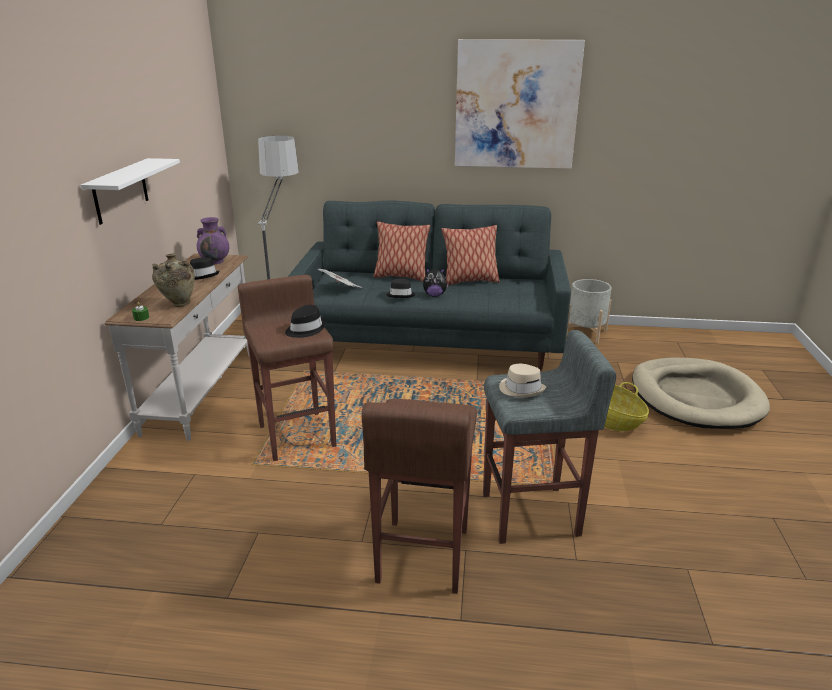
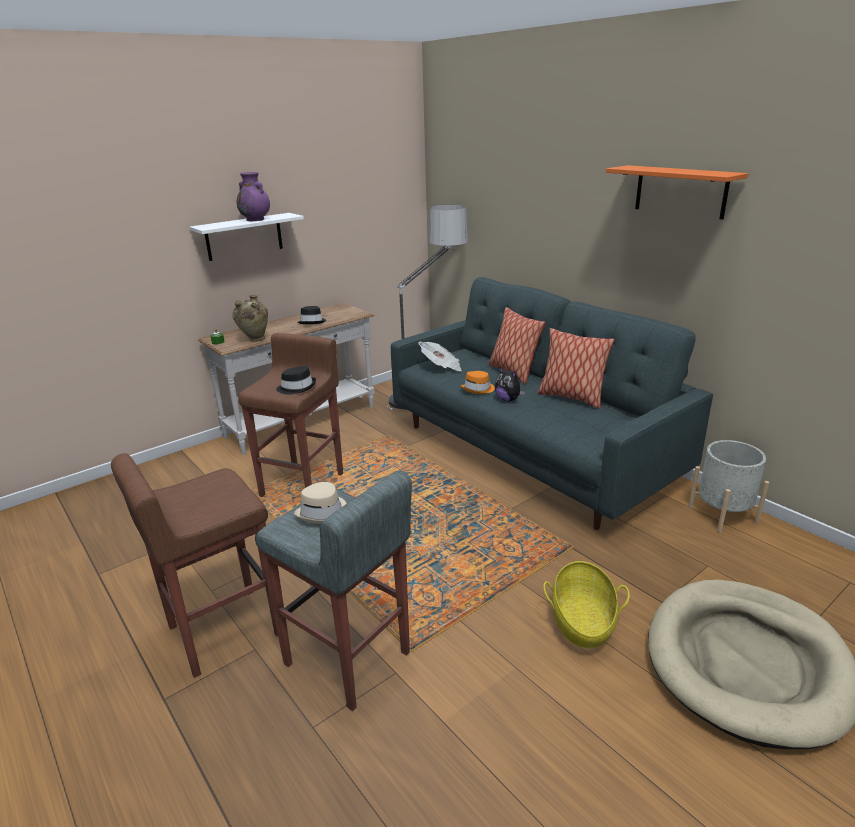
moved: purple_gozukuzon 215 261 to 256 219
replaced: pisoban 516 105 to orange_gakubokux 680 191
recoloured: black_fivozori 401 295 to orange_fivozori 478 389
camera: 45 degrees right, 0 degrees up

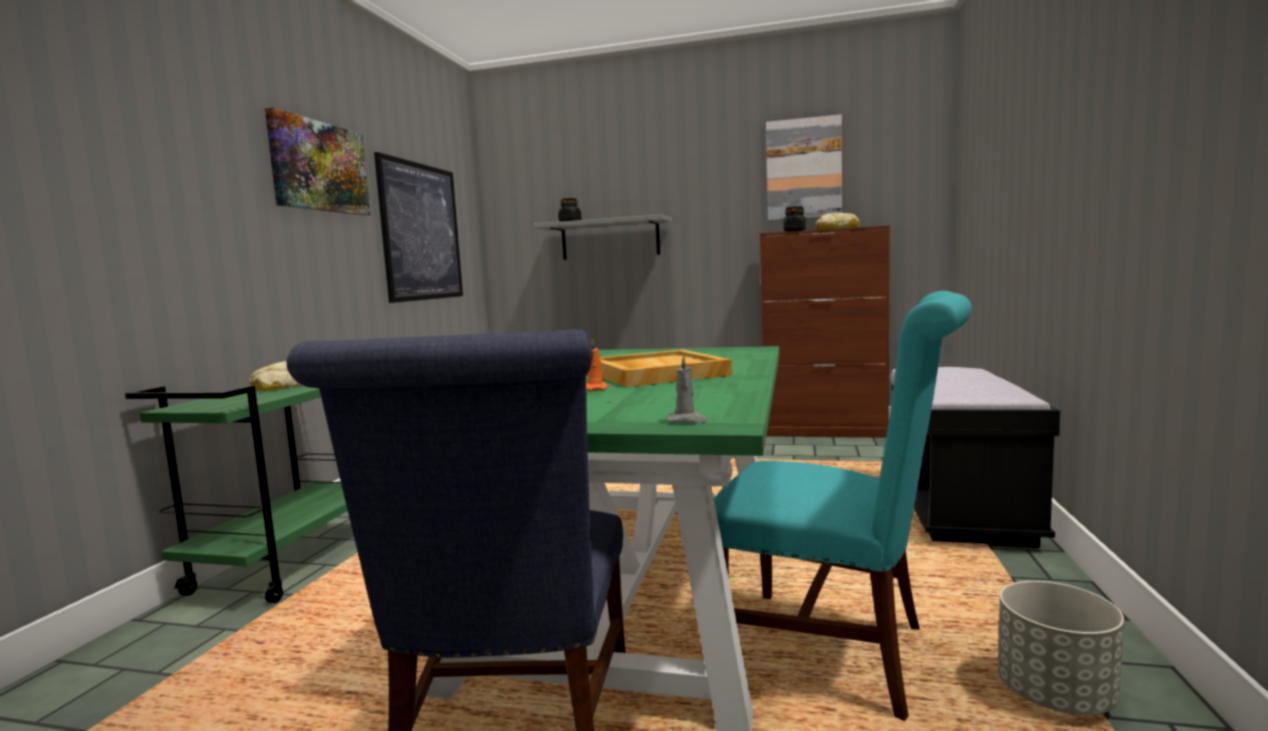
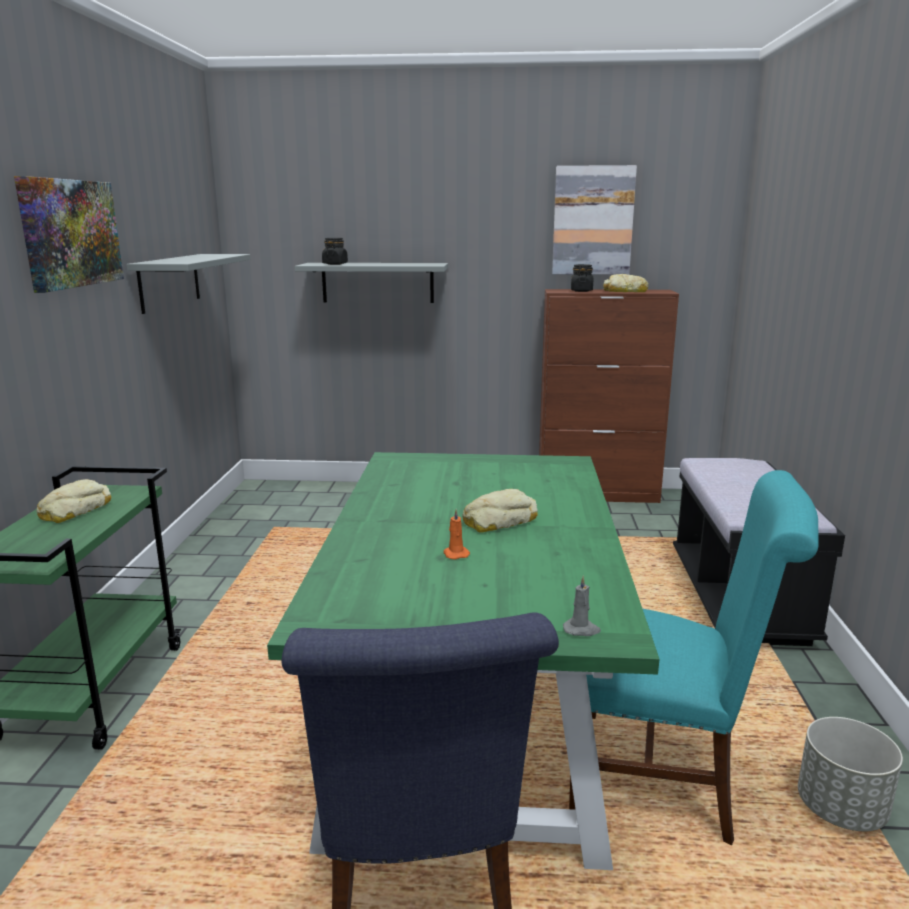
replaced: pisoban 421 232 to grey_gakubokux 169 282; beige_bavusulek 656 373 to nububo 499 520
camera: 10 degrees left, 10 degrees up

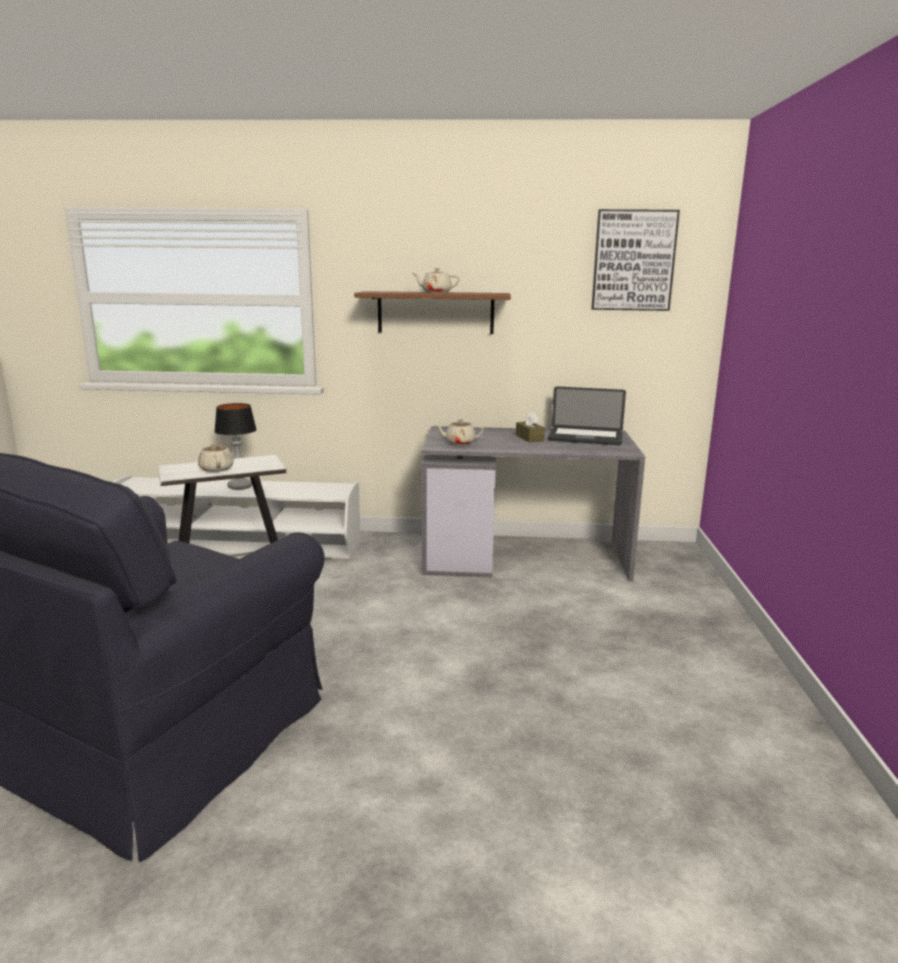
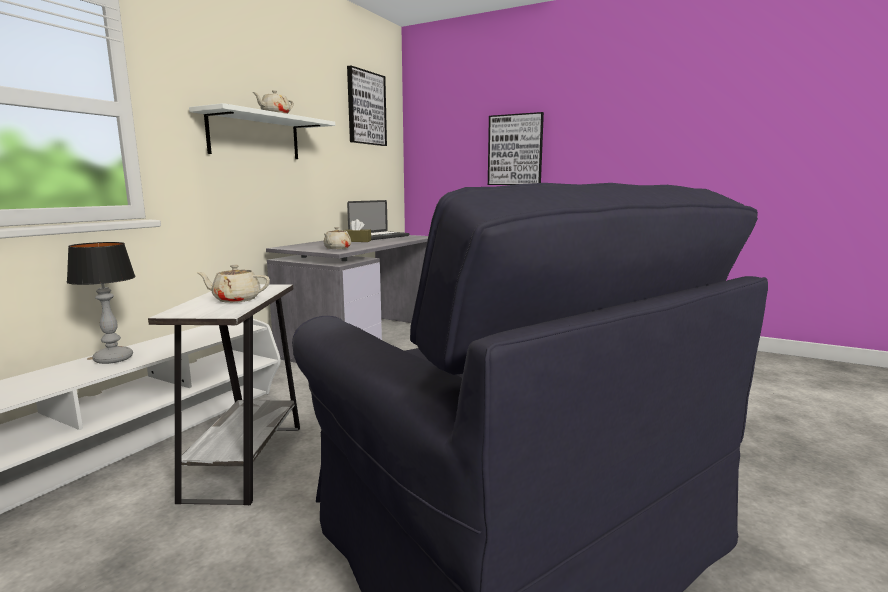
added: pisoban 515 150
recoloured: brown_gakubokux 435 312 to white_gakubokux 255 136
camera: 65 degrees left, 5 degrees down

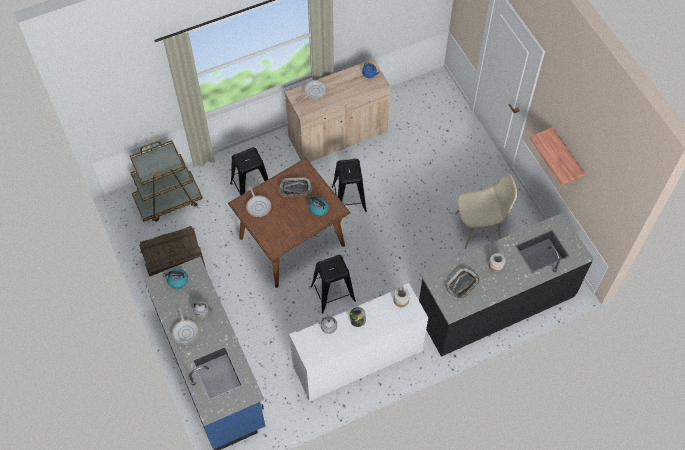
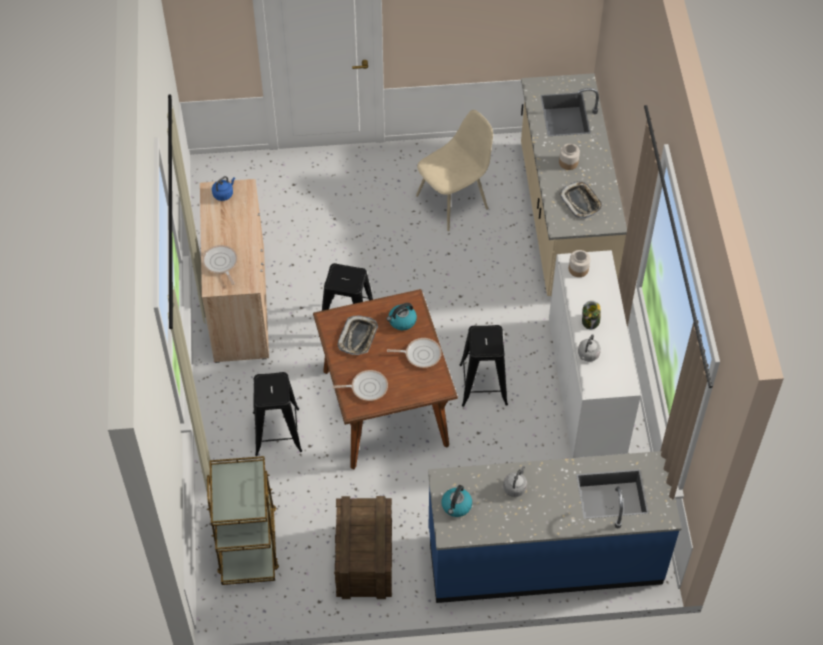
removed: gakubokux 566 156
moved: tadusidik 186 331 to 420 354
recoloured: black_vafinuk 495 303 to beige_vafinuk 563 222
turned: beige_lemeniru 479 228 = 453 201 45 degrees clockwise
camera: 70 degrees left, 5 degrees down

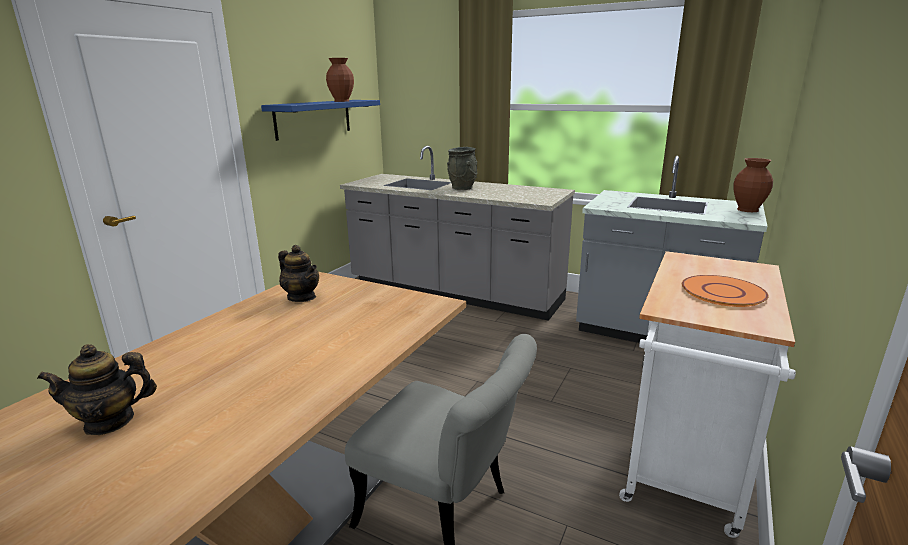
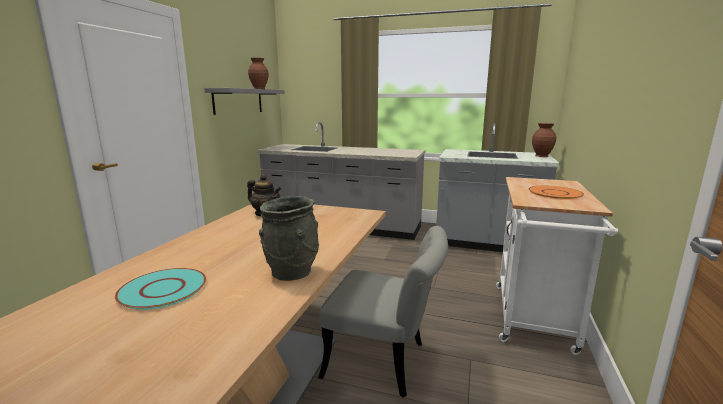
moved: grey_gozukuzon 462 188 to 292 272
replaced: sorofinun 110 421 to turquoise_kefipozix 163 289
recoloured: blue_gakubokux 313 118 to grey_gakubokux 238 101
camera: 10 degrees left, 5 degrees down

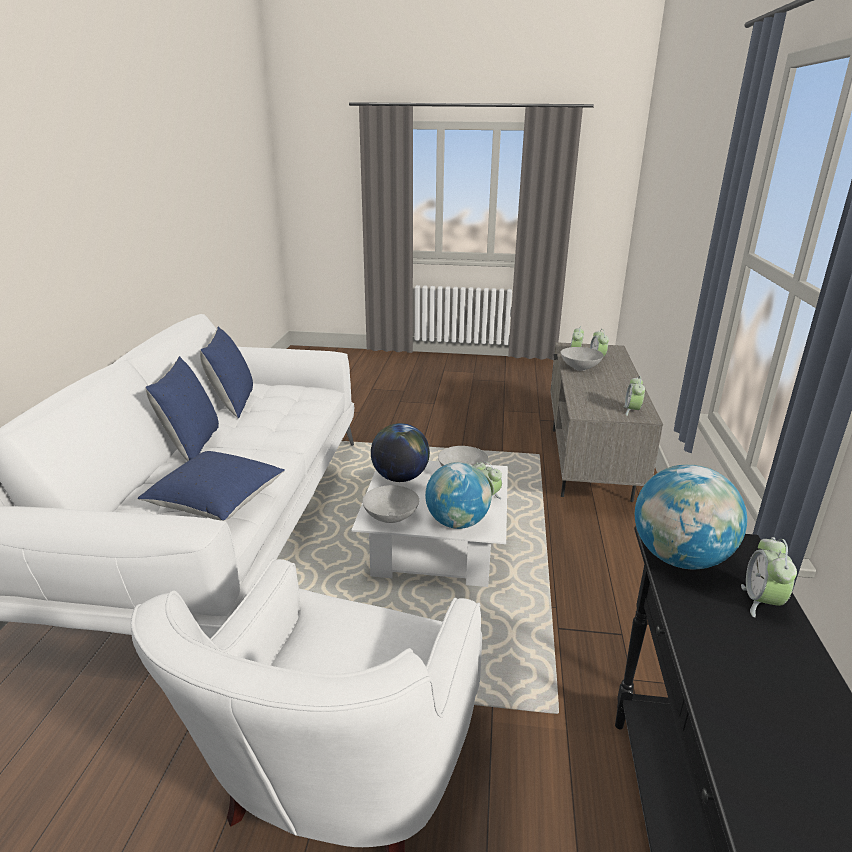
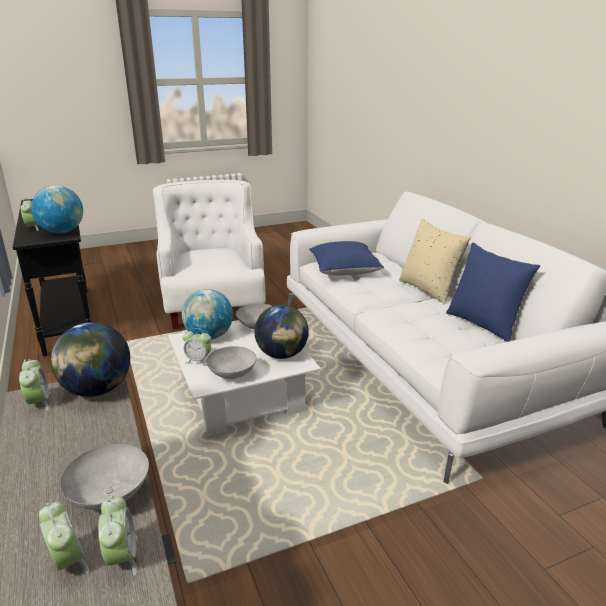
added: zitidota 97 390
recoloured: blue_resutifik 191 445 to beige_resutifik 429 289
camera: 150 degrees right, 0 degrees up

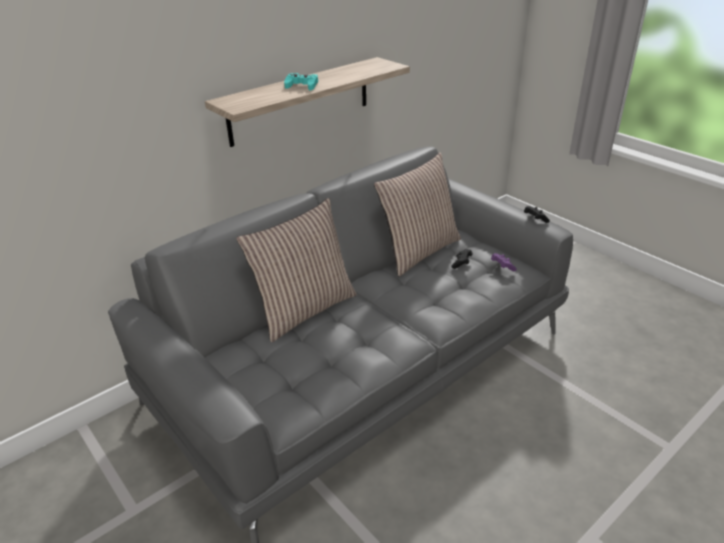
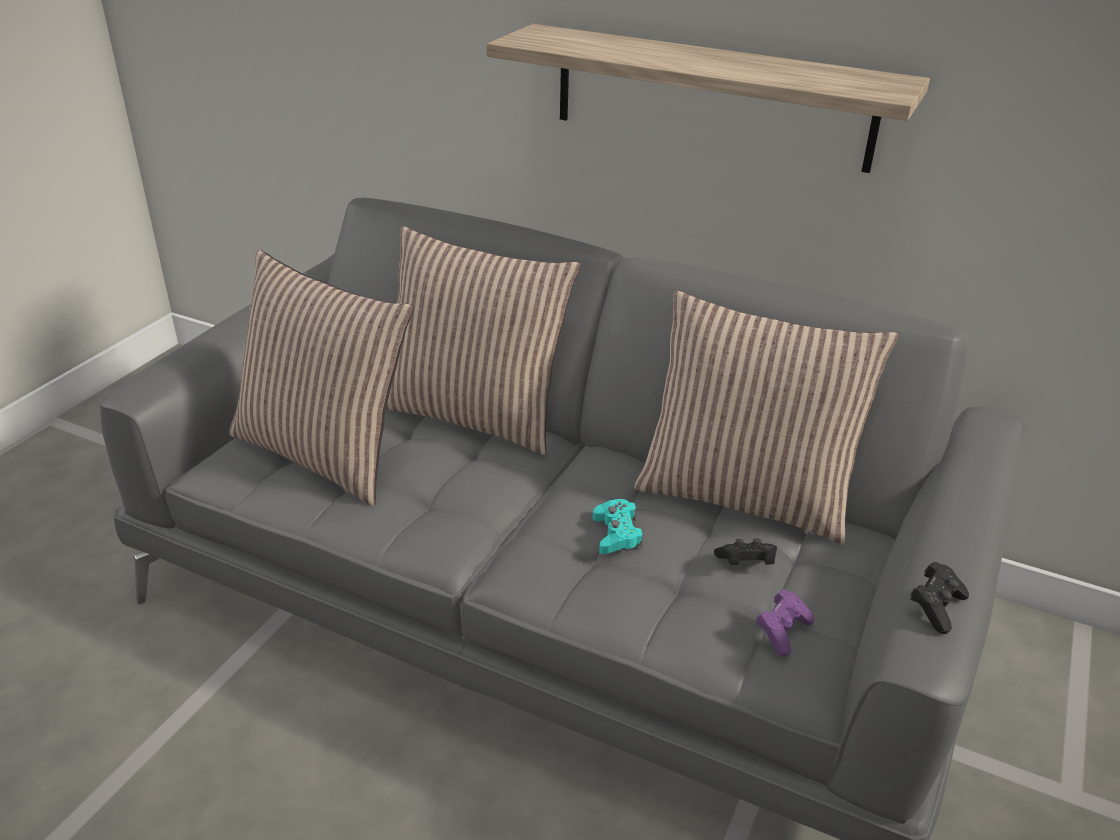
added: resutifik 325 452
moved: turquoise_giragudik 302 86 to 617 534
camera: 65 degrees right, 0 degrees up

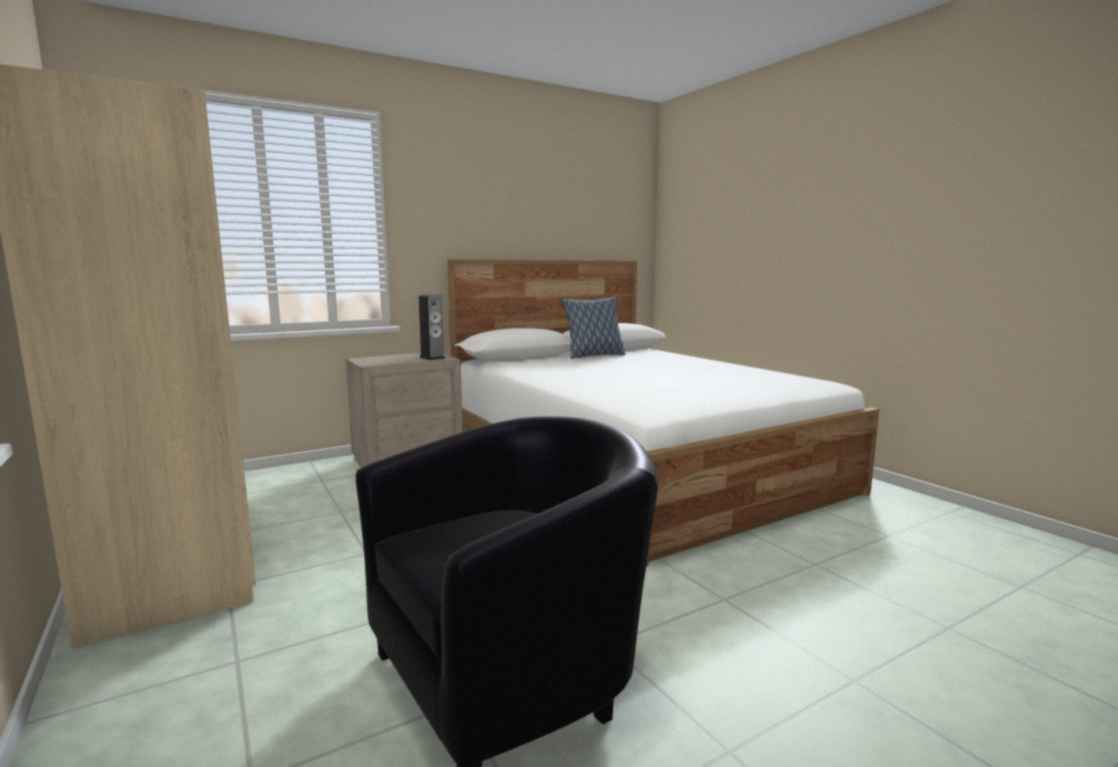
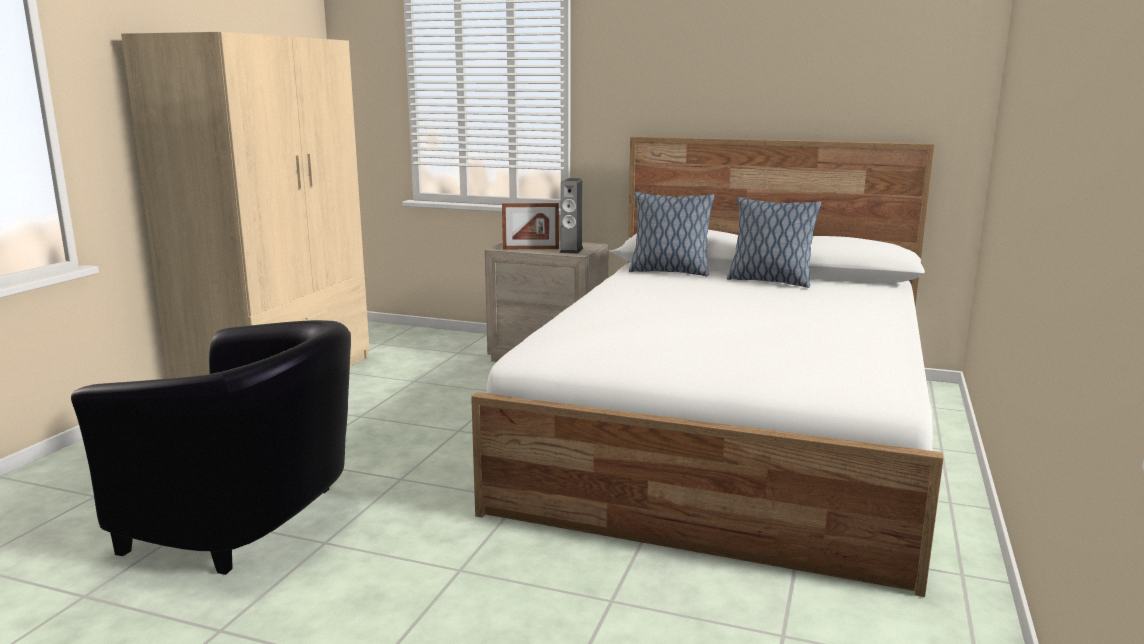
added: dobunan 530 249; resutifik 669 272
camera: 50 degrees right, 5 degrees up

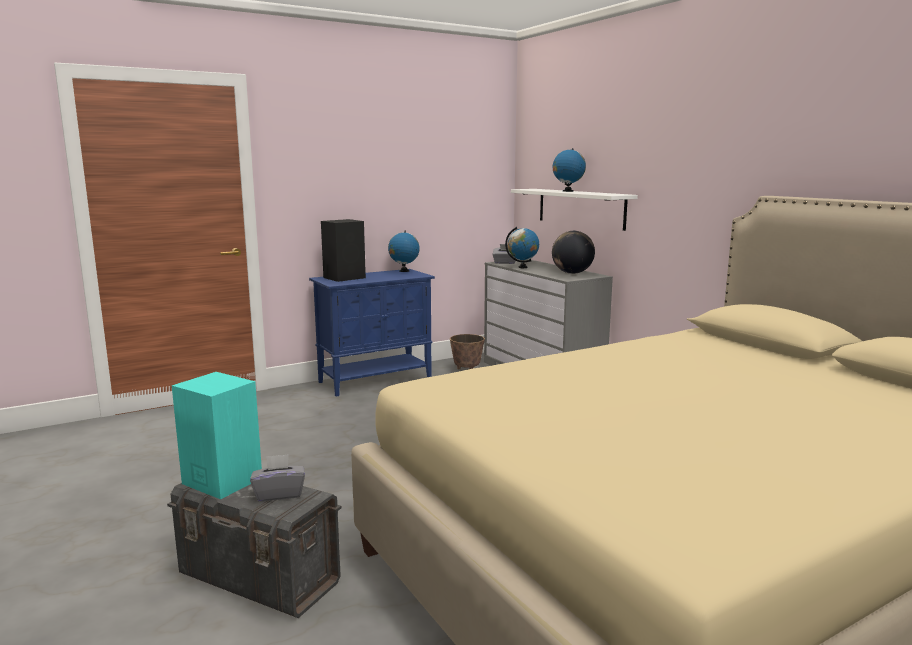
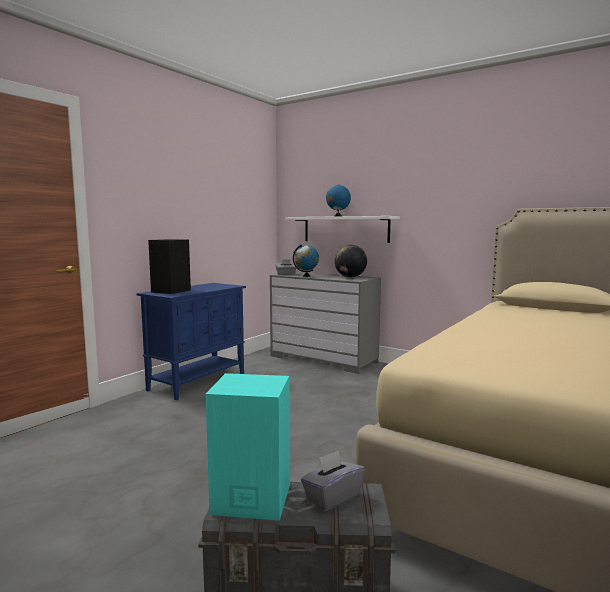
removed: zitidota 404 271; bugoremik 467 369
camera: 25 degrees left, 5 degrees down

